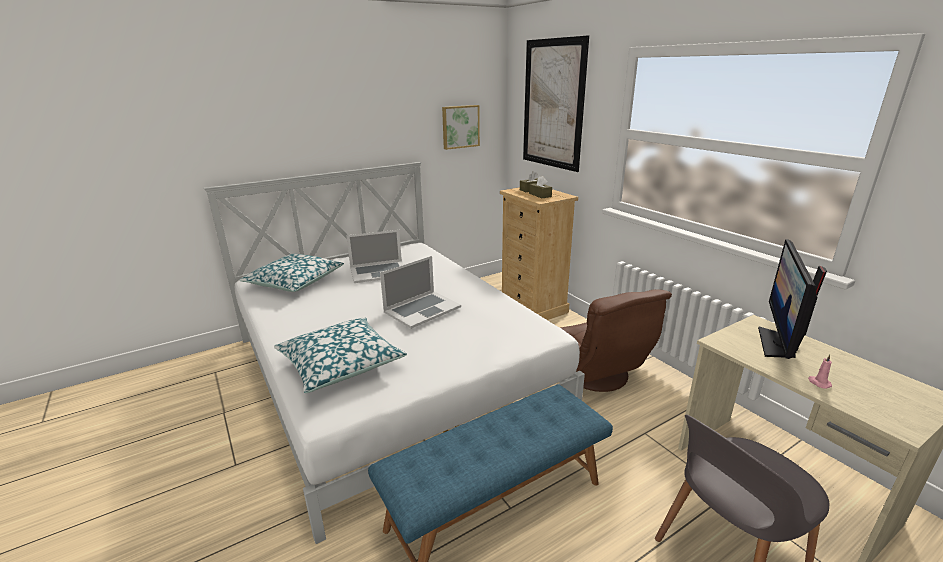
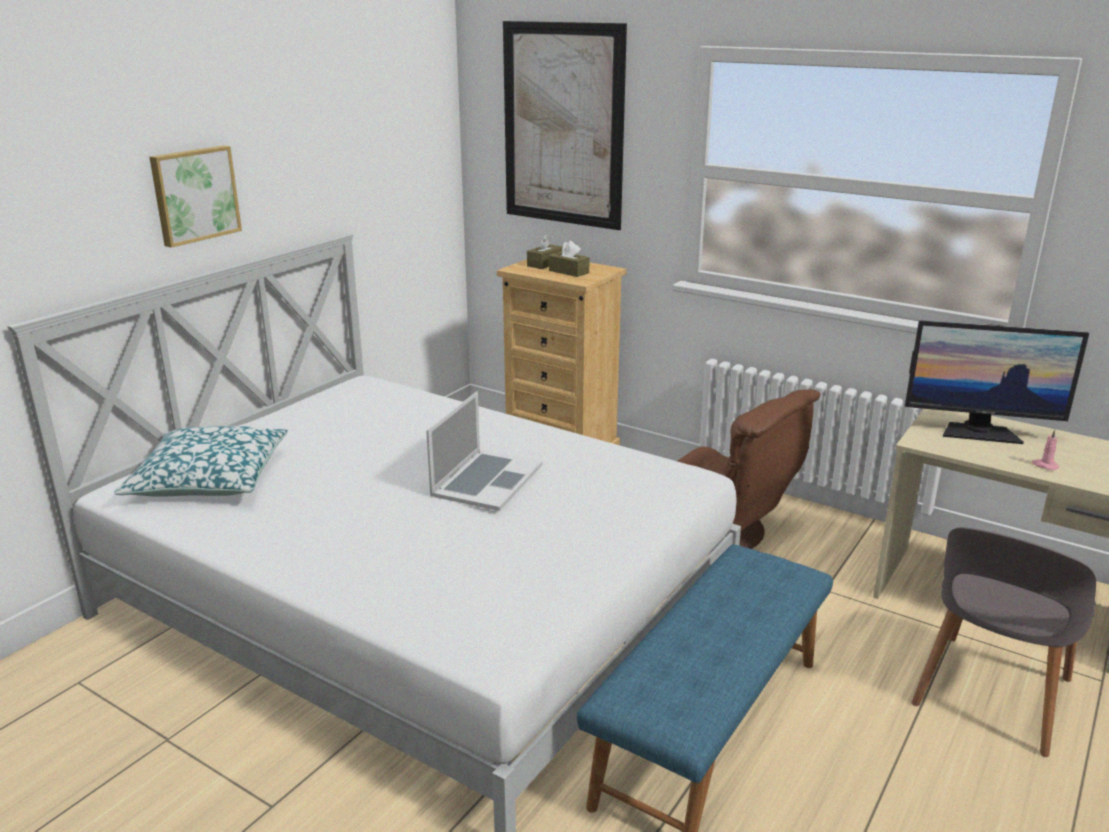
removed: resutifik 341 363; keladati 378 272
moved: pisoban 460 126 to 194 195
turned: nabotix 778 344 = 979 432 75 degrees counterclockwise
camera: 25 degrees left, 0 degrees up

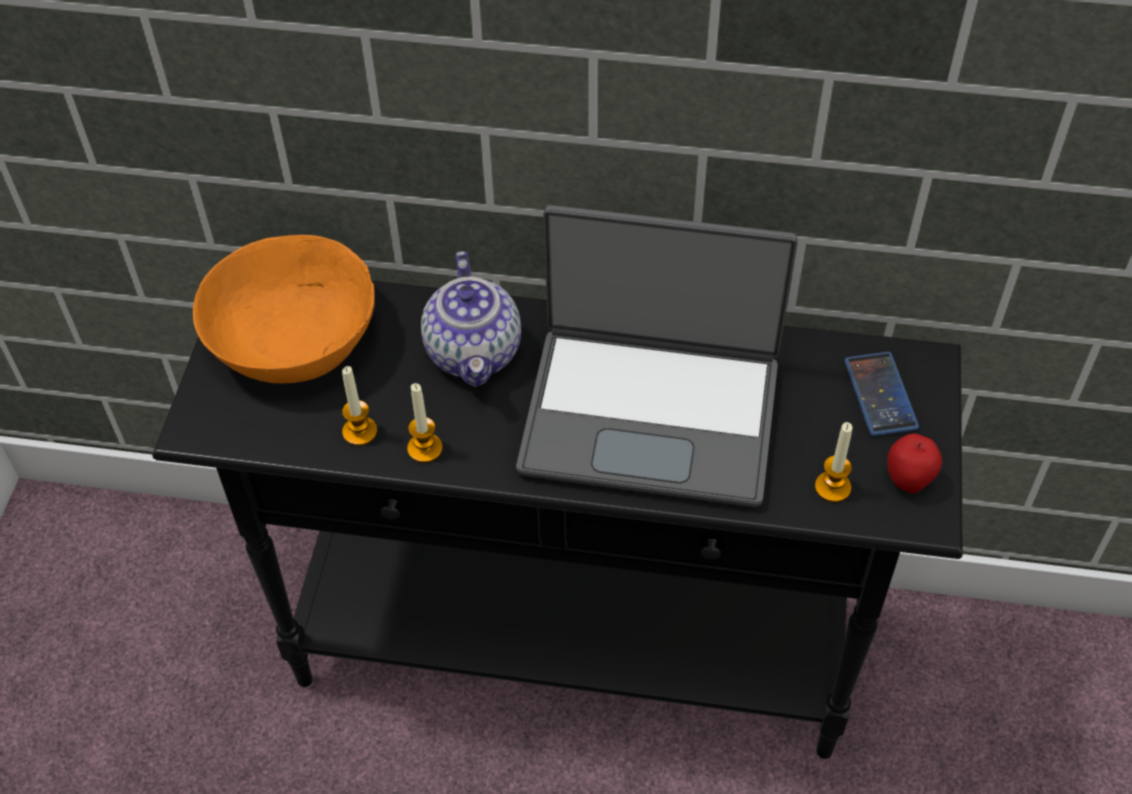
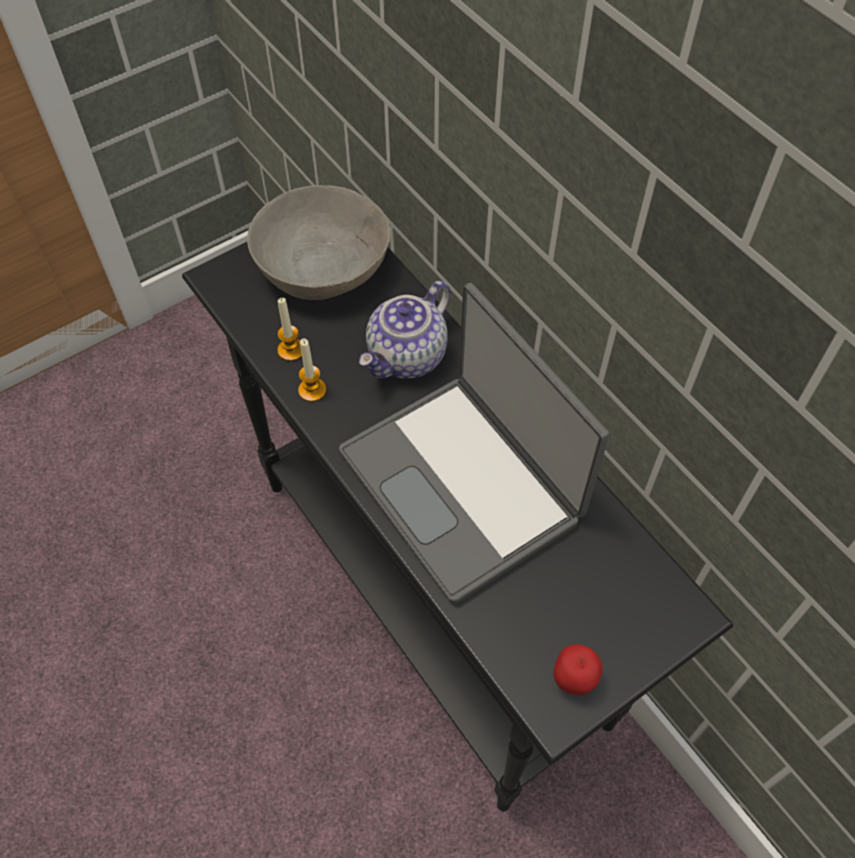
removed: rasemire 832 487; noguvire 880 394
recoloured: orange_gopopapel 292 337 to grey_gopopapel 322 265
camera: 45 degrees right, 5 degrees up

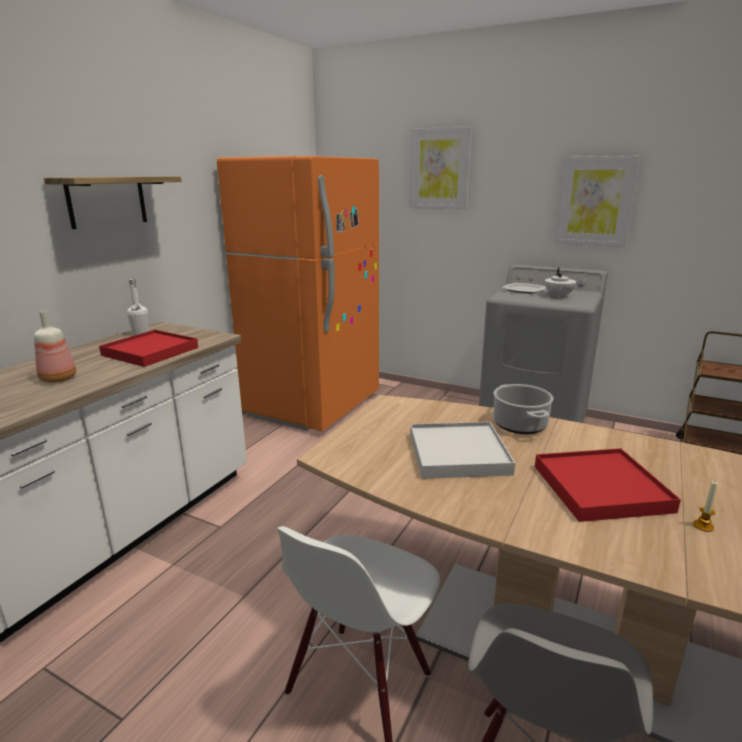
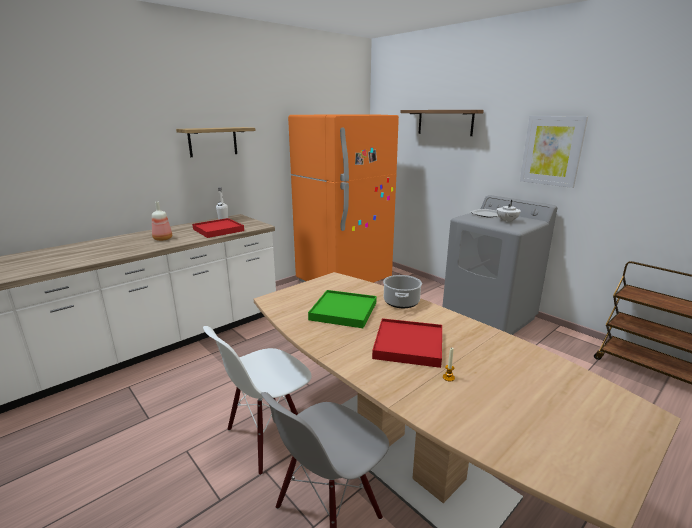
replaced: pisoban 439 169 to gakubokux 445 122
recoloured: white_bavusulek 458 453 to green_bavusulek 344 311
camera: 20 degrees right, 0 degrees up

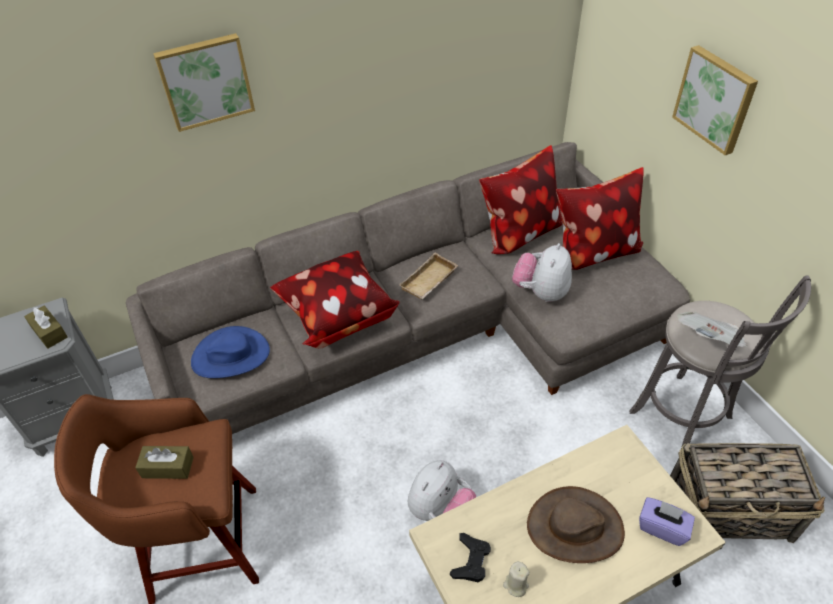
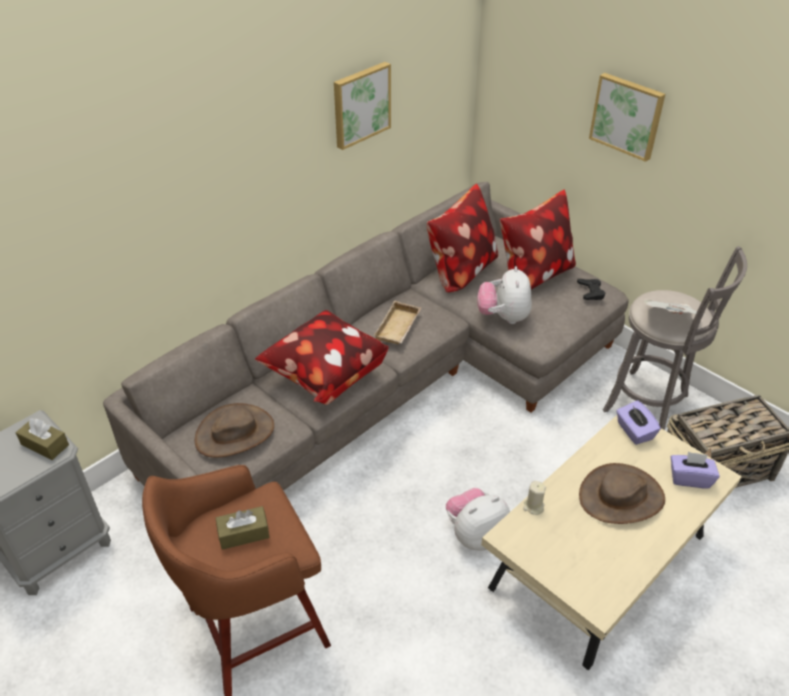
added: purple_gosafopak 634 431
moved: pisoban 205 81 to 360 104; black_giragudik 471 560 to 590 292; beige_rasemire 515 585 to 533 506
recoloured: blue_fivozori 230 355 to brown_fivozori 235 433
turned: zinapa 440 510 = 475 534 135 degrees counterclockwise
camera: 20 degrees left, 5 degrees down

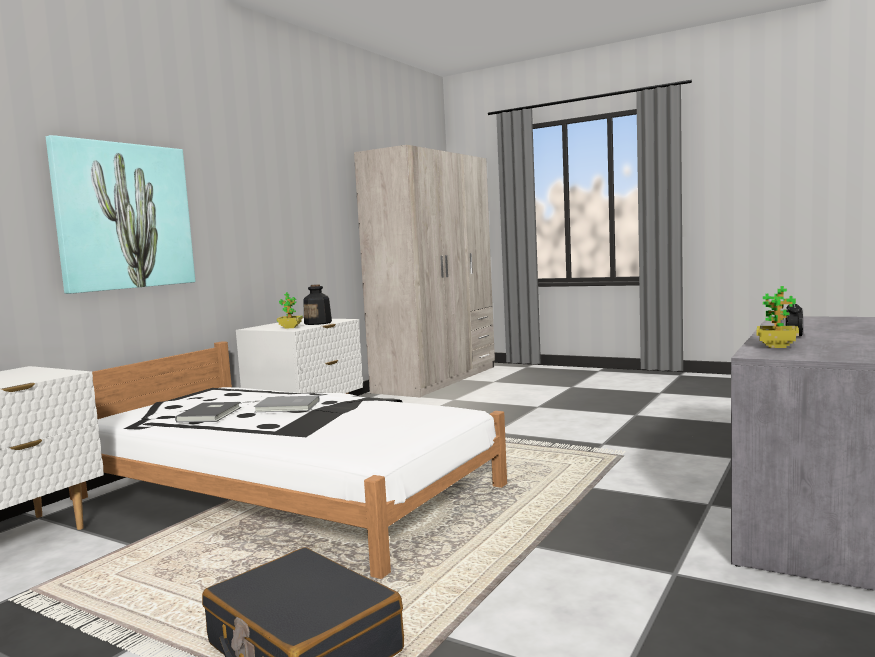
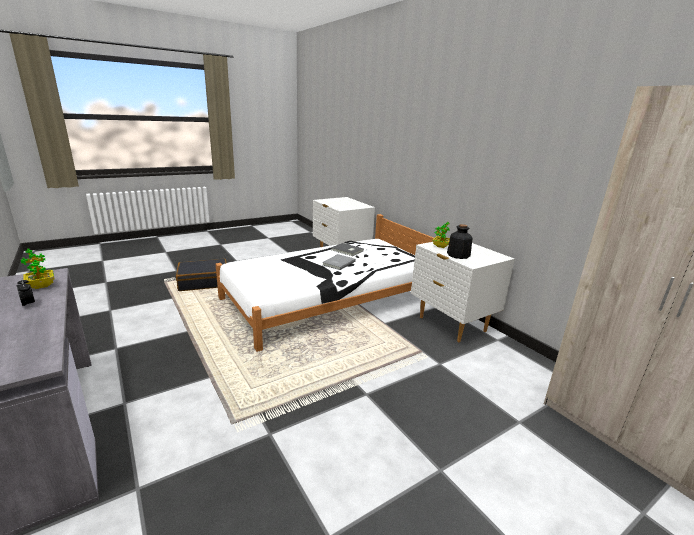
removed: pisoban 124 216
camera: 115 degrees right, 15 degrees up

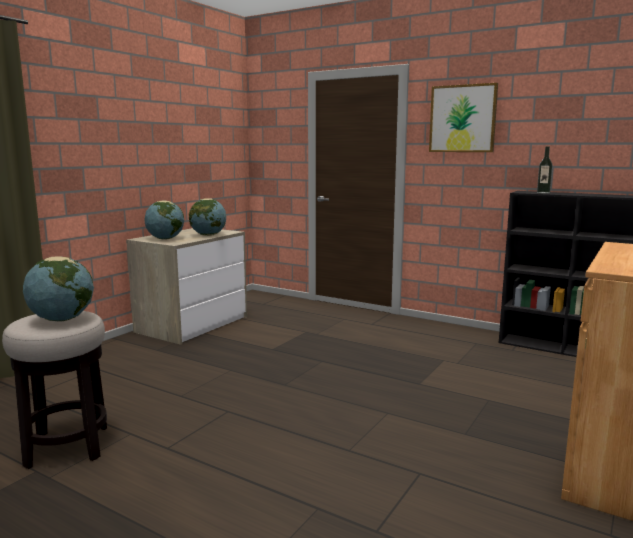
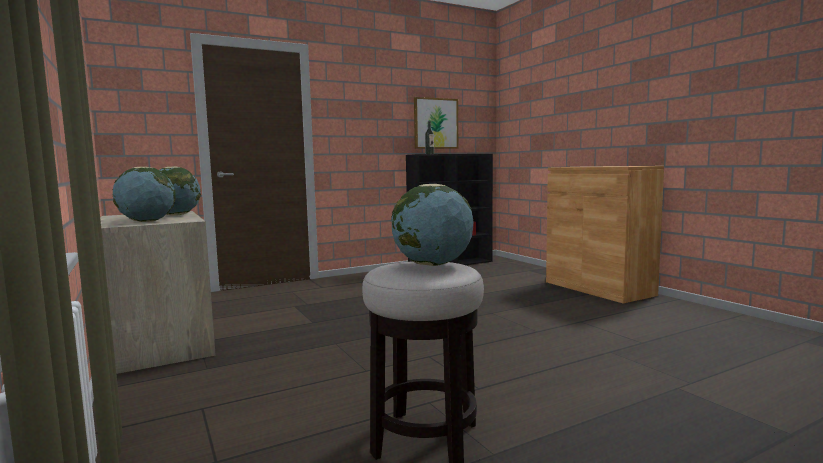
moved: pisoban 462 118 to 435 123
camera: 60 degrees left, 5 degrees down

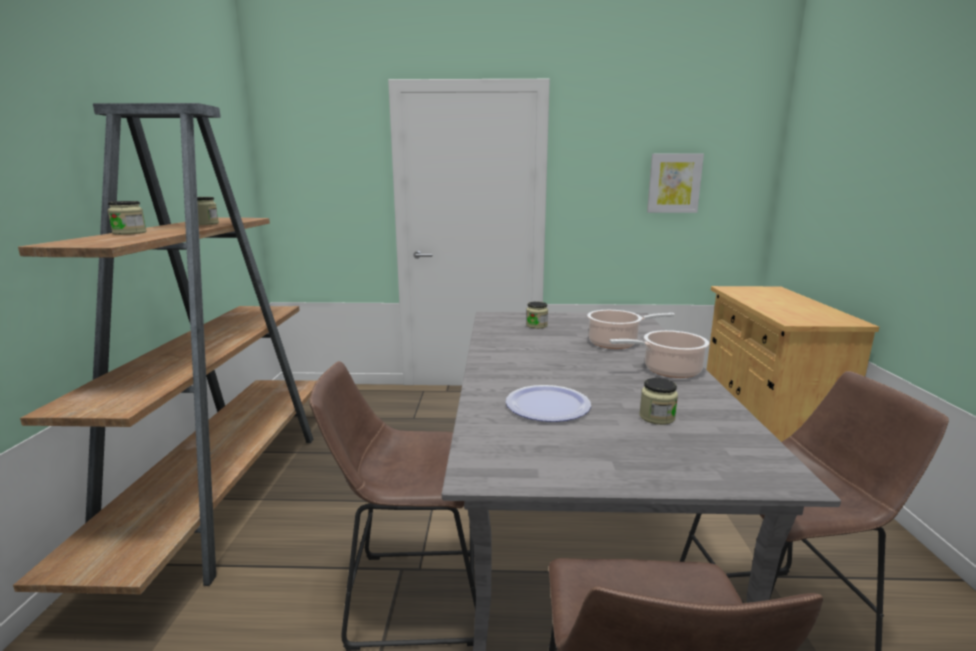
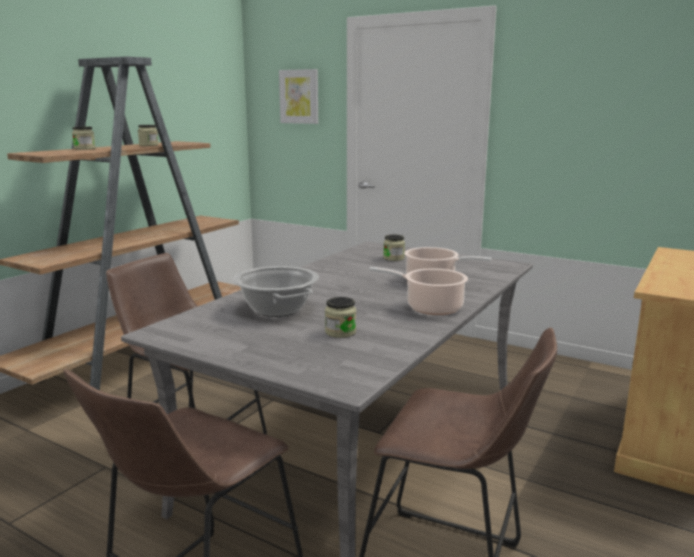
moved: pisoban 674 183 to 299 96
replaced: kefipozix 548 405 to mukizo 277 309
camera: 30 degrees right, 0 degrees up

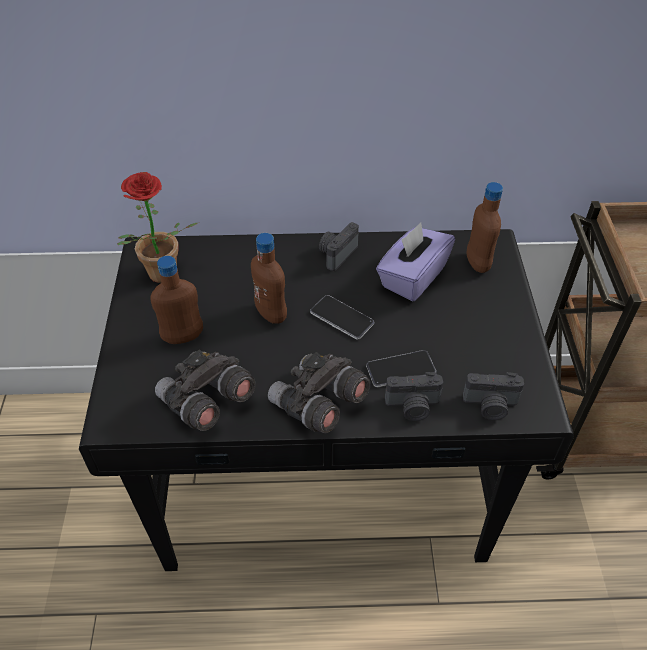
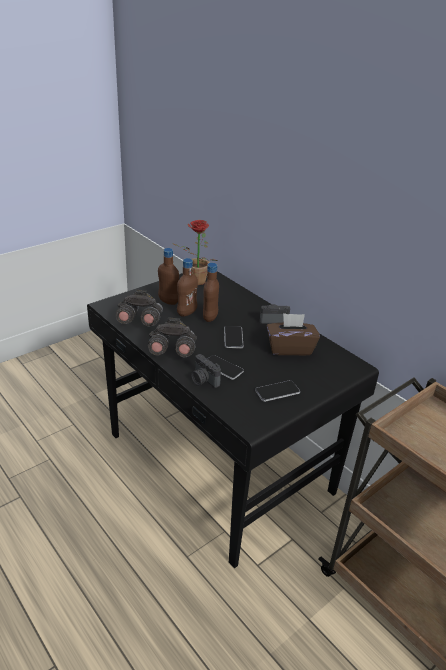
removed: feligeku 490 406
added: noguvire 277 391
moved: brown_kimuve 477 263 to 186 313
recoloured: purple_gosafopak 412 277 to brown_gosafopak 290 348
camera: 50 degrees right, 15 degrees down

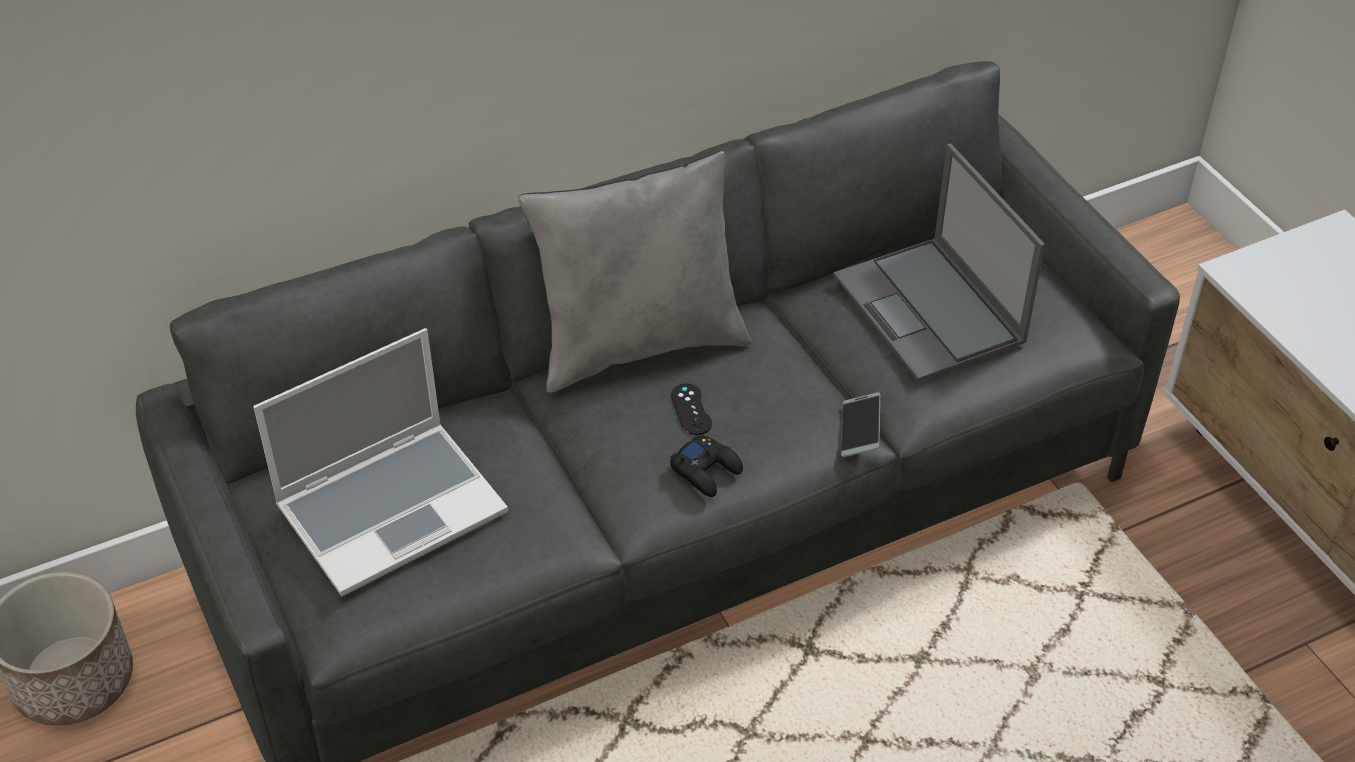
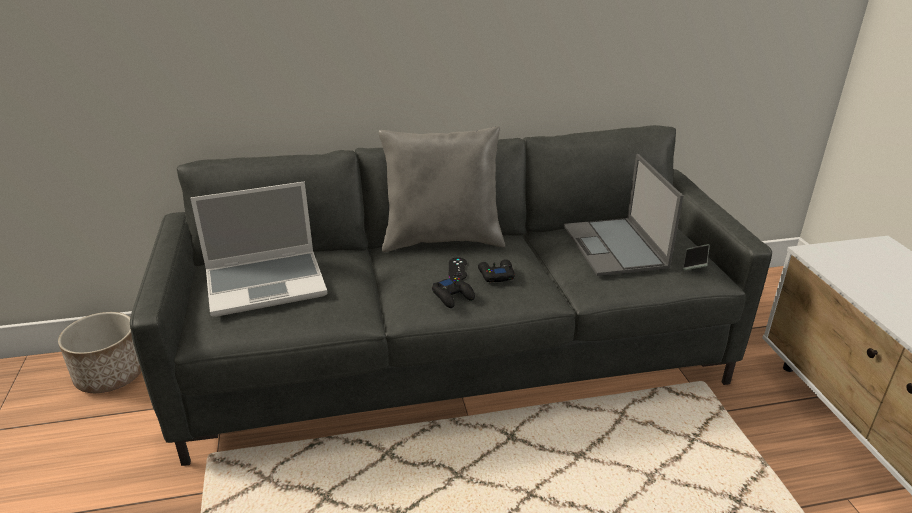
added: black_giragudik 495 275
moved: noguvire 860 430 to 695 261
camera: 15 degrees right, 15 degrees down

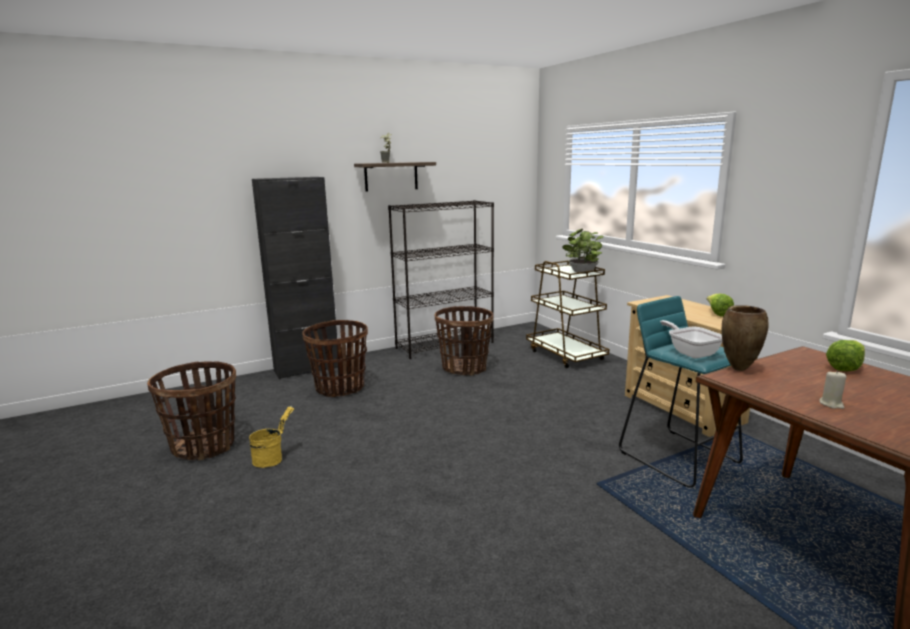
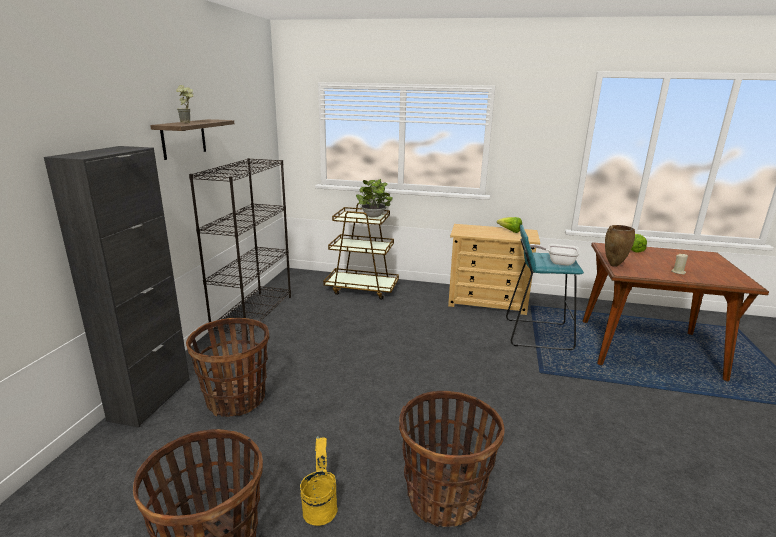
moved: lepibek 464 368 to 444 498
camera: 50 degrees left, 5 degrees up

